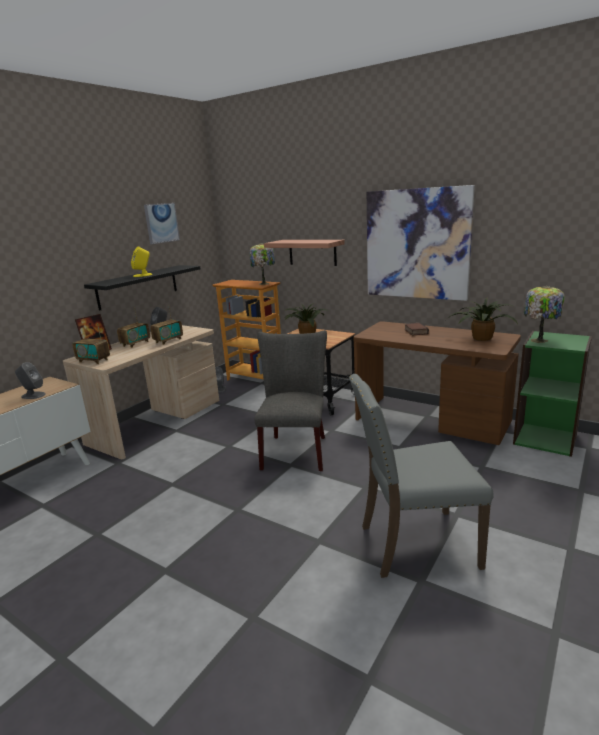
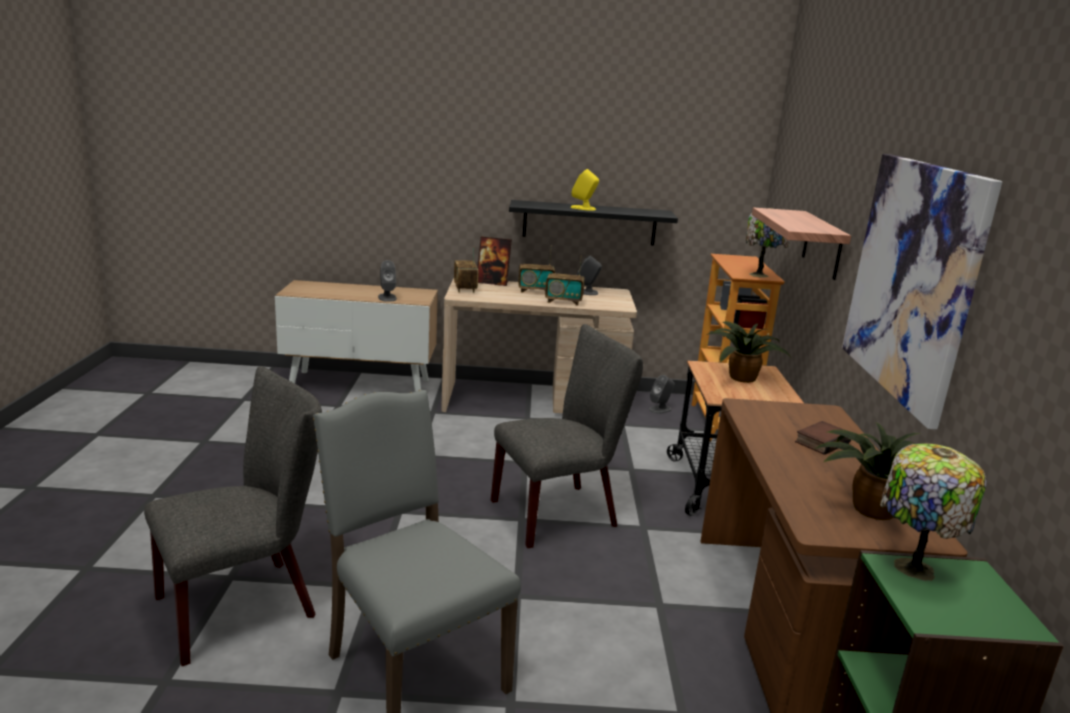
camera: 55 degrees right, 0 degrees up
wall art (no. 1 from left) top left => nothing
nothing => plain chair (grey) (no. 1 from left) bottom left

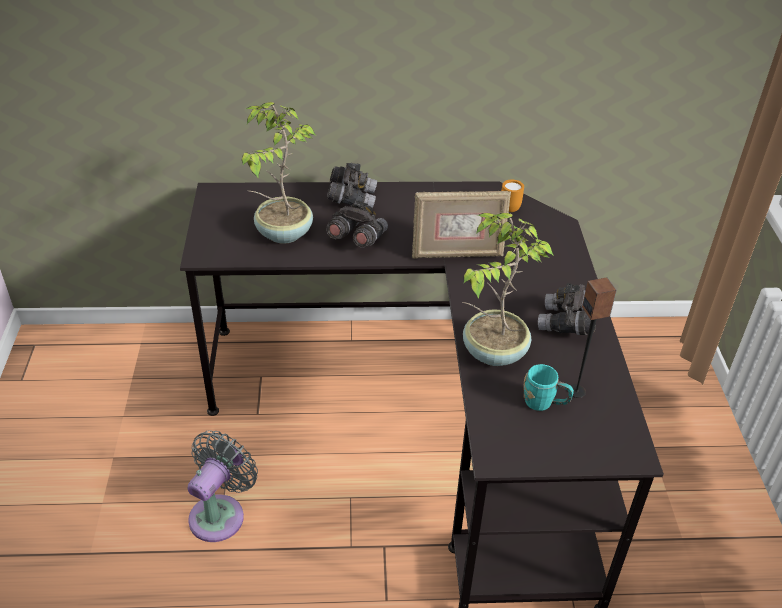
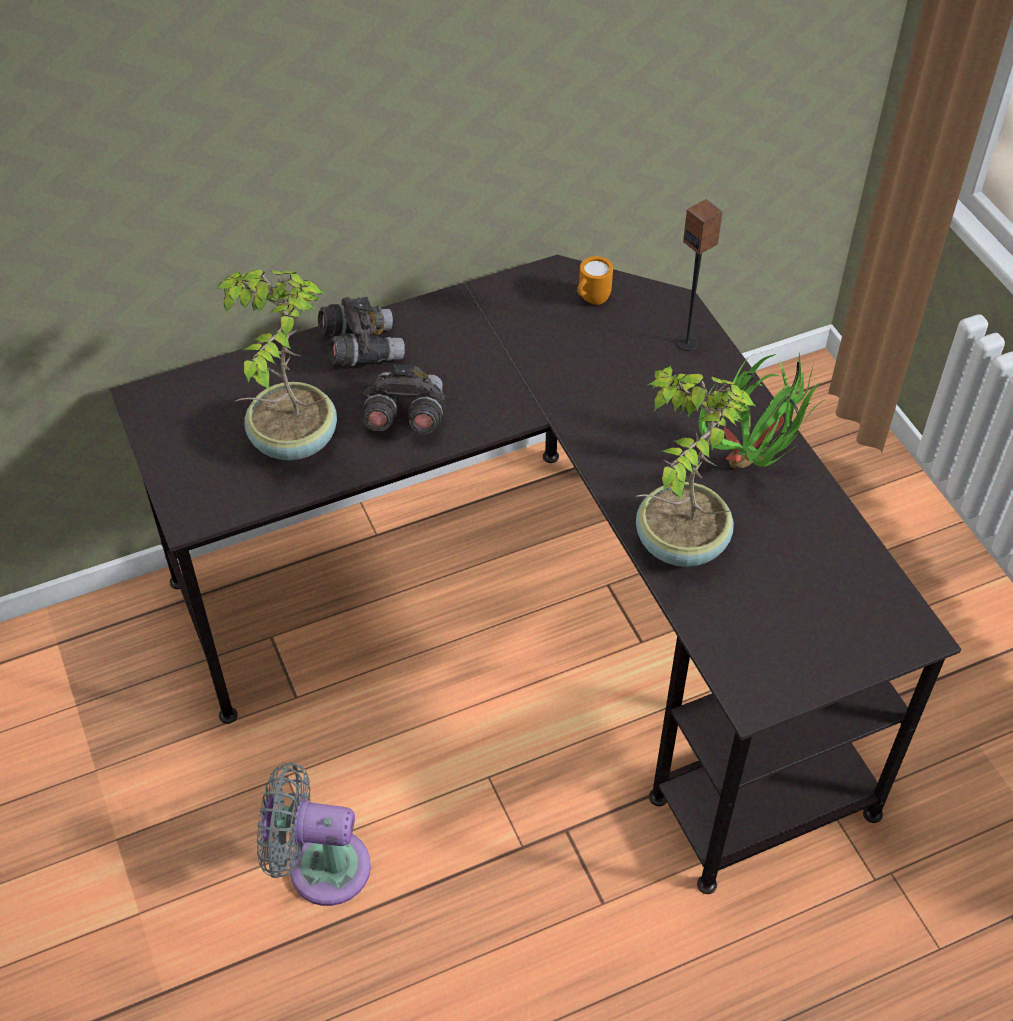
camera: 20 degrees left, 10 degrees up
picture frame centre => nothing
audio speaker middle right => audio speaker top right, shifted
field glasses (grey) (no. 3 from left) middle right => potted plant (no. 3 from left) middle right
tea mug (blue-green) middle right => nothing
fan (grey) bottom left, 90 degrees counterclockwise

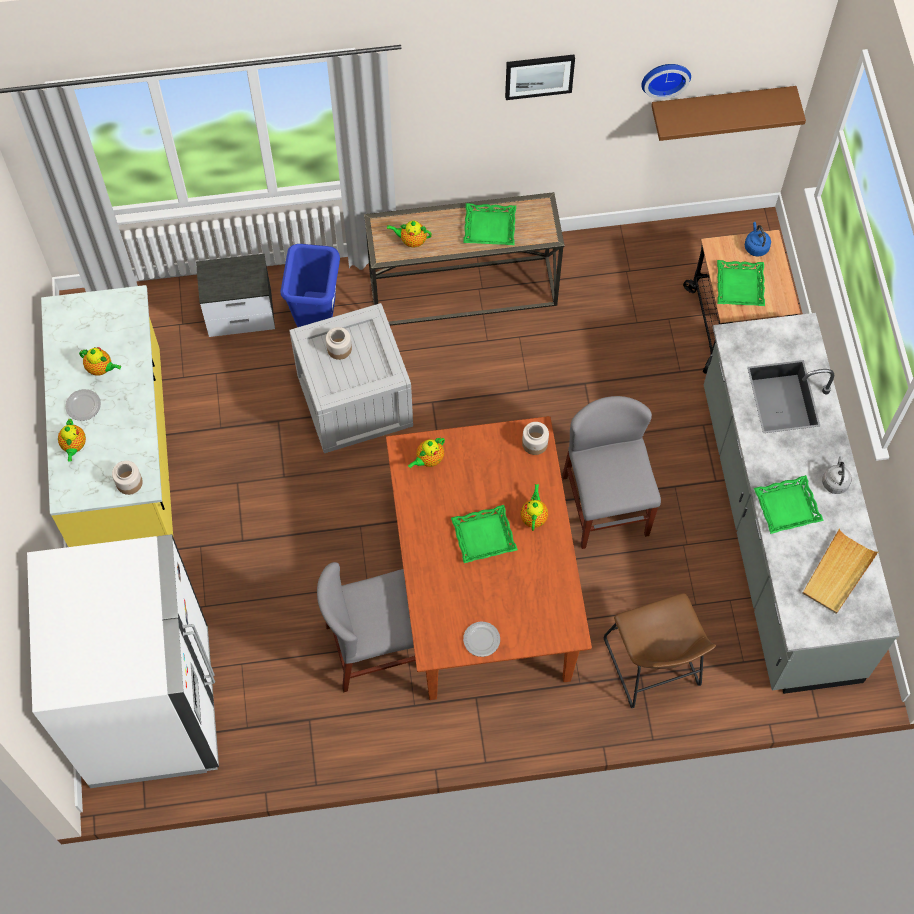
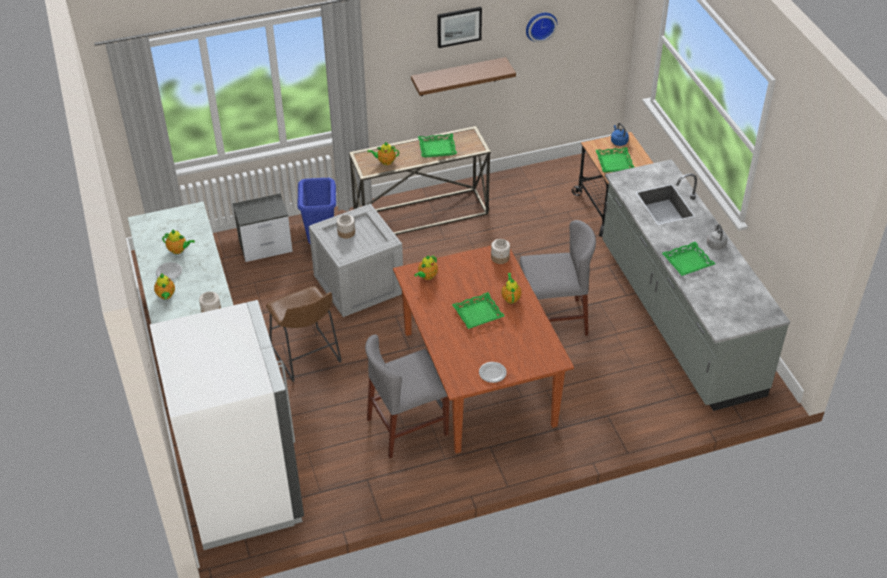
camera: 10 degrees left, 20 degrees down
wall shelf (brown) top right => wall shelf (brown) top centre, shifted
plain chair (grey) (no. 2 from left) middle right => plain chair (grey) (no. 2 from left) centre, 105 degrees clockwise
tray (sand-coloured) middle right => nothing
sitting stool (brown) bottom right => sitting stool (brown) centre, shifted

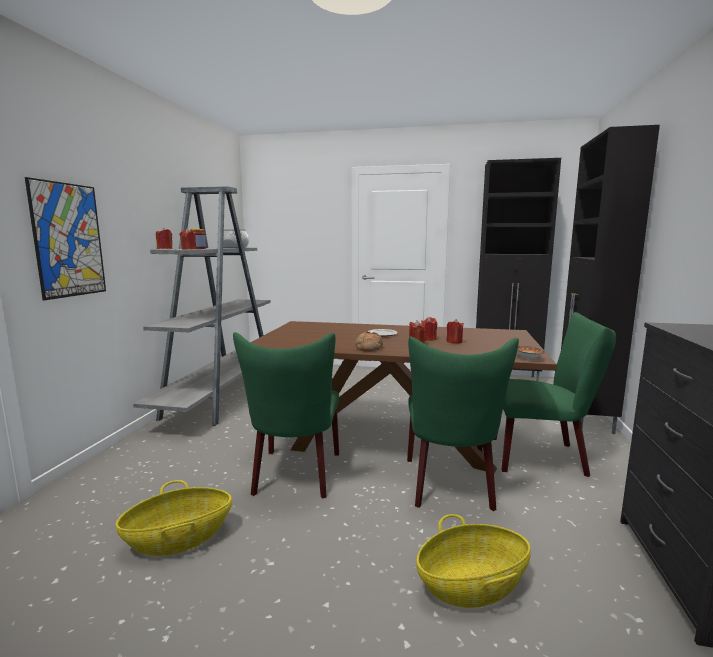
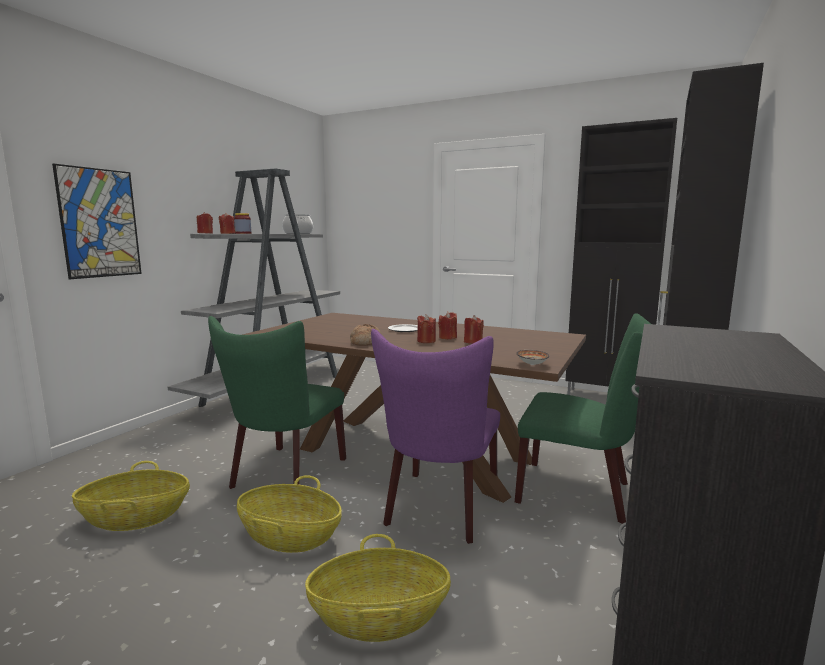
camera: 15 degrees right, 0 degrees up
plain chair (green-coloured) (no. 2 from left) centre => plain chair (purple) centre
nothing => basket (no. 2 from left) bottom centre

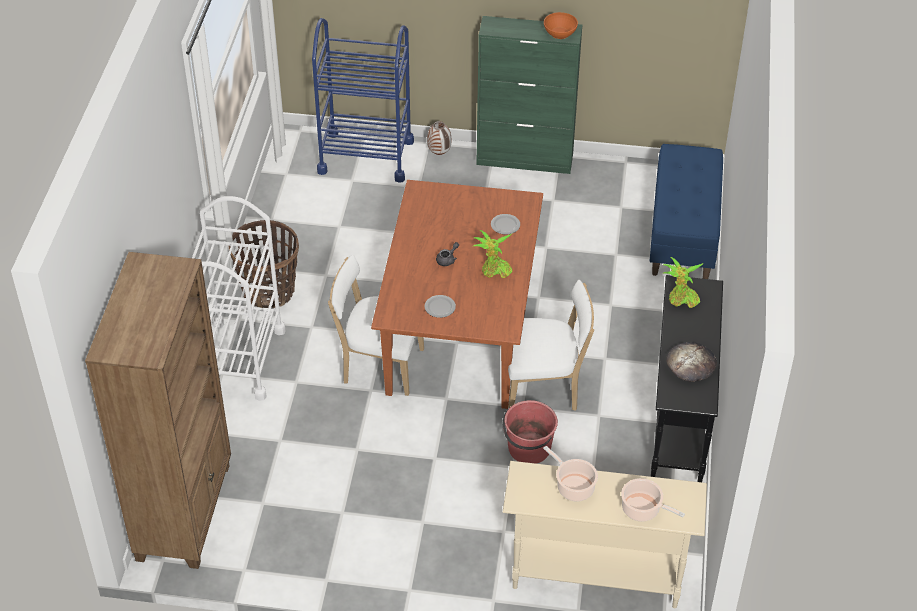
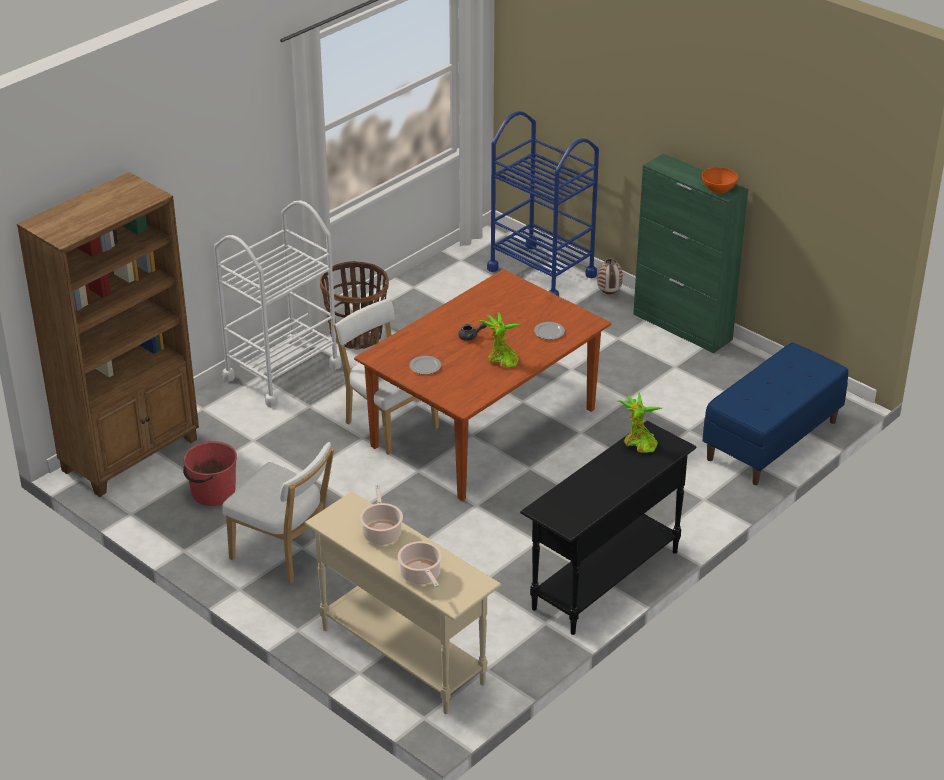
camera: 35 degrees right, 10 degrees down
plain chair (whitish) (no. 2 from left in the first image) centre => plain chair (whitish) (no. 1 from left) middle left, shifted
bread middle right => nothing
pail (red) bottom centre => pail (red) middle left, shifted

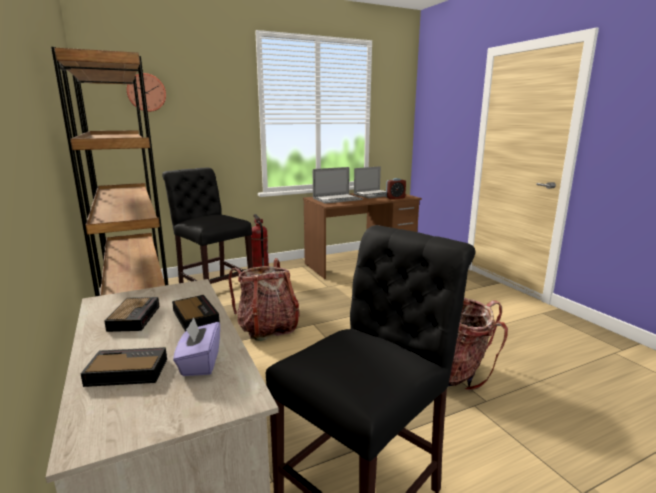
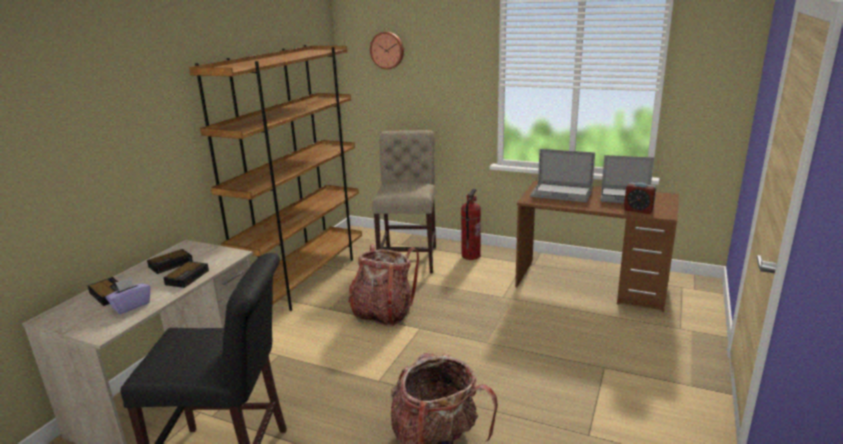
camera: 50 degrees right, 5 degrees up
plain chair (black-coloured) (no. 1 from left) middle left => plain chair (sand-coloured) centre

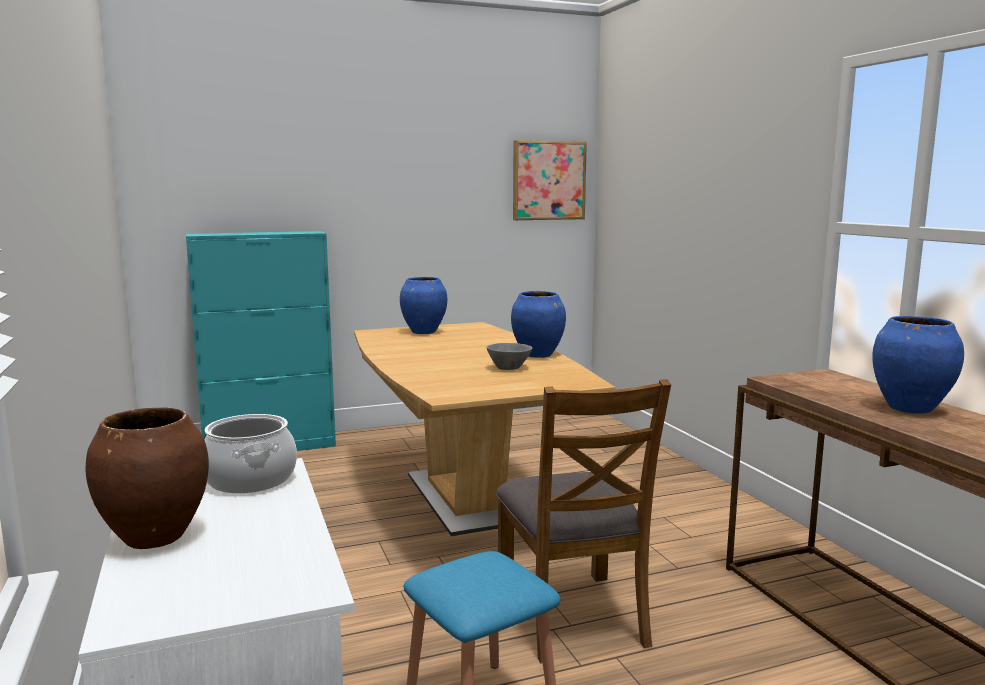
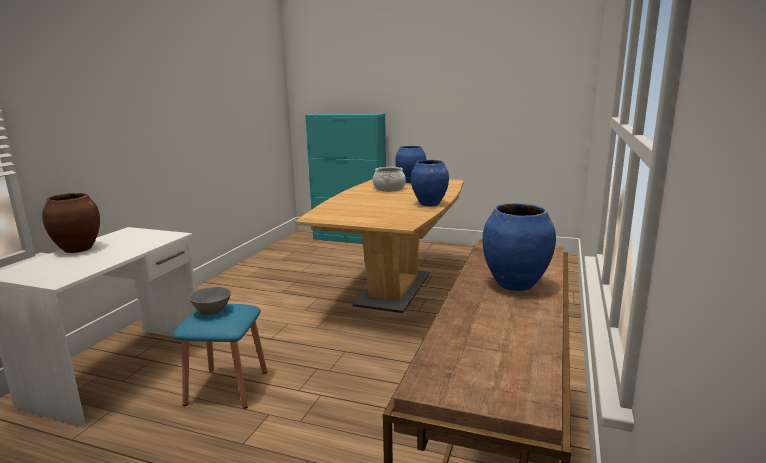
camera: 40 degrees right, 5 degrees up
wall art top centre => nothing
serving bowl (grey) centre => serving bowl (grey) middle left, shifted
plain chair (brown) bottom centre => nothing
cooking pot middle left => cooking pot centre, shifted

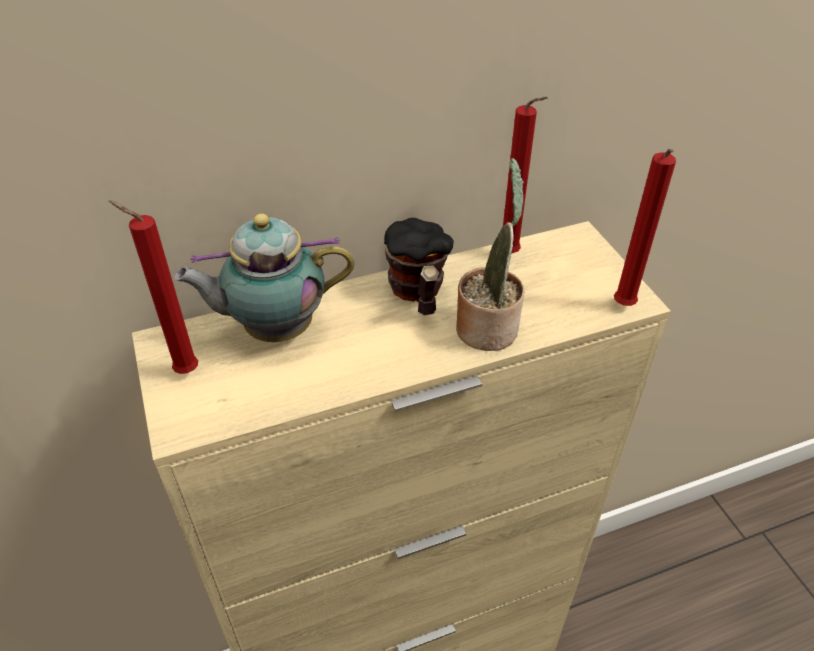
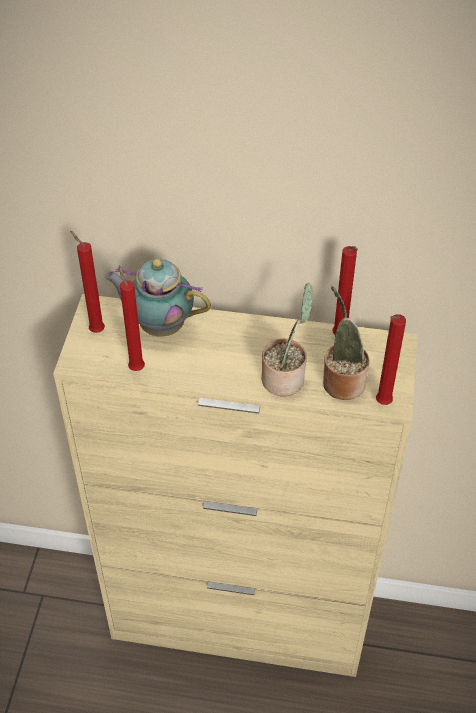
camera: 30 degrees right, 5 degrees up
tea mug centre => nothing
nothing => candle (red) (no. 2 from left) middle left
nothing => potted plant (no. 2 from left) middle right

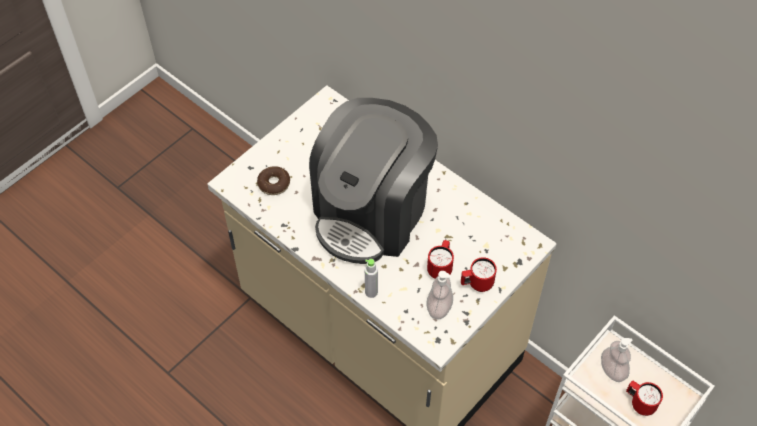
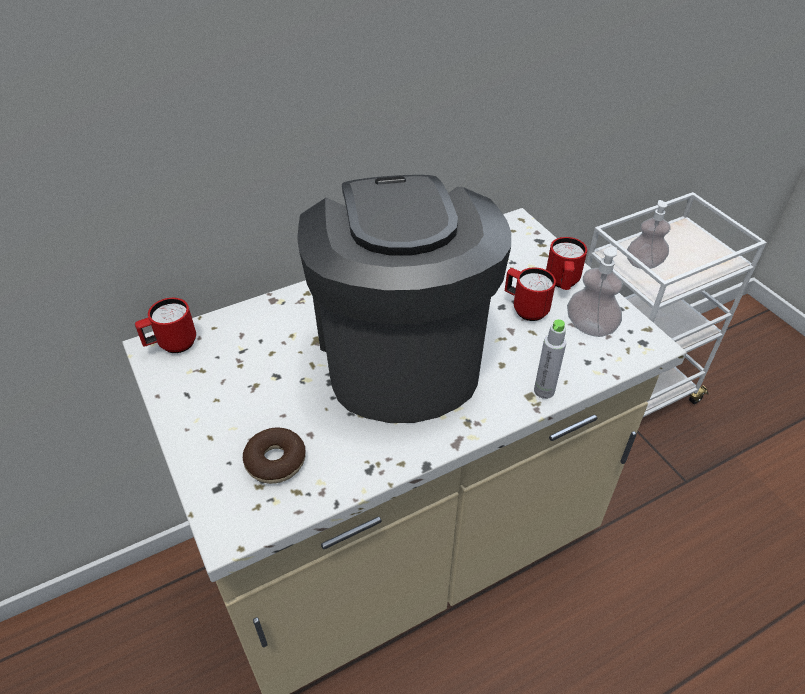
camera: 70 degrees left, 10 degrees down
coffee brewer centre, 150 degrees counterclockwise
tea mug (red) (no. 3 from left in the first image) bottom right => tea mug (red) (no. 1 from left) middle left, shifted

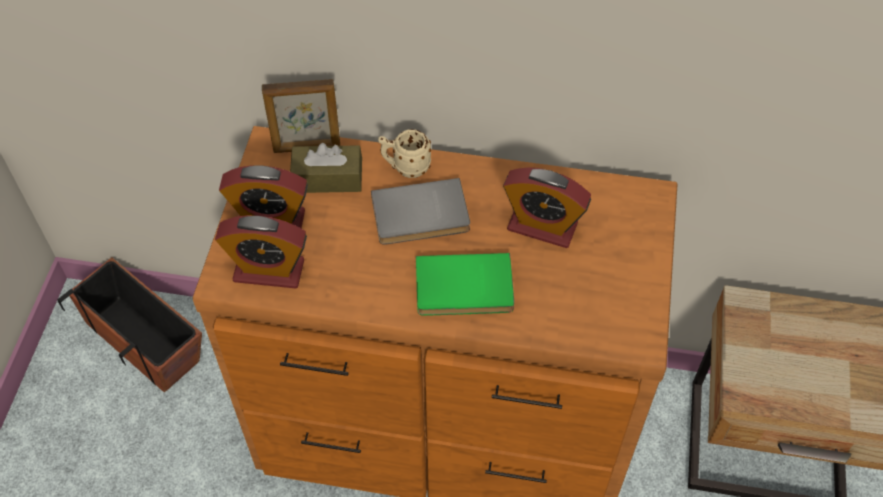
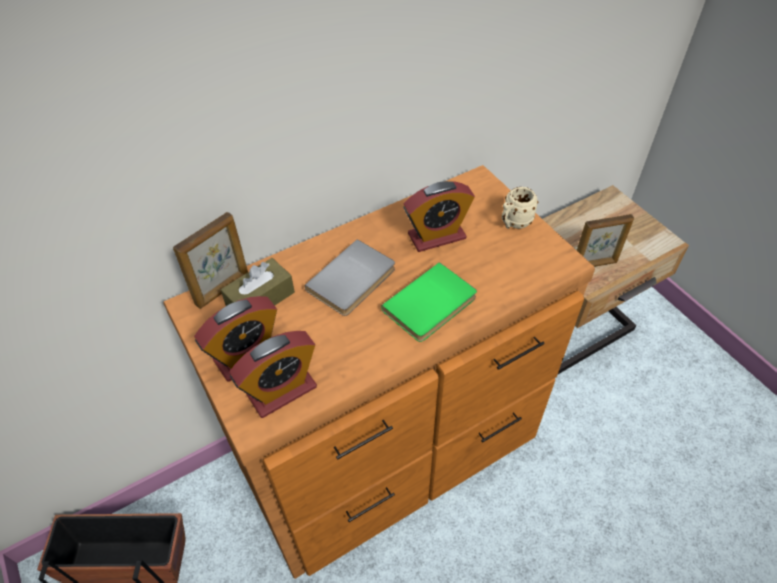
camera: 40 degrees left, 5 degrees down
tea mug (sand-coloured) top centre => tea mug (sand-coloured) middle right, shifted
nothing => picture frame (no. 2 from left) middle right

